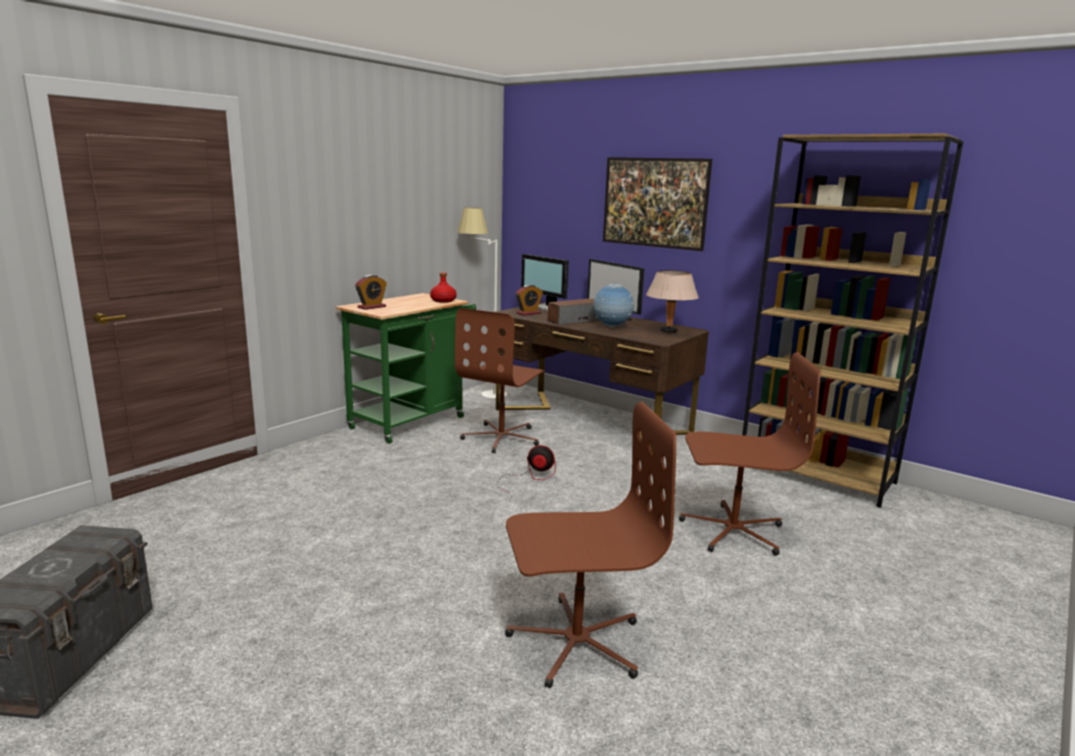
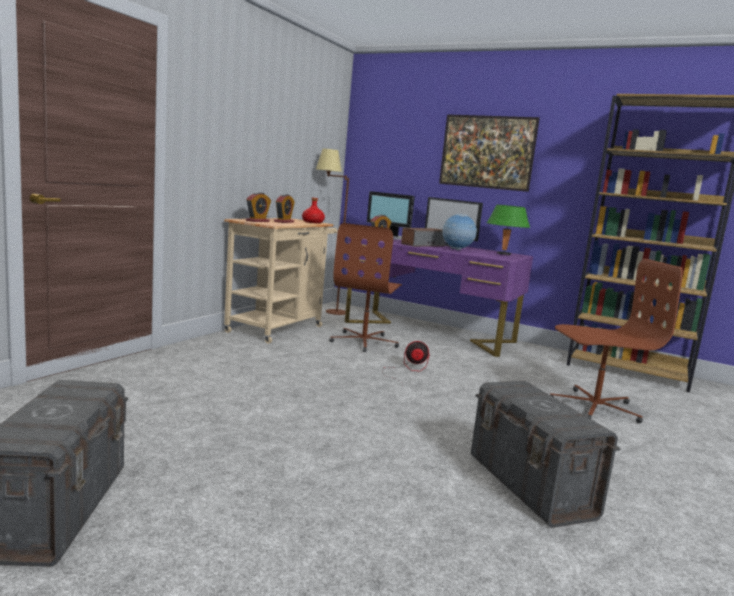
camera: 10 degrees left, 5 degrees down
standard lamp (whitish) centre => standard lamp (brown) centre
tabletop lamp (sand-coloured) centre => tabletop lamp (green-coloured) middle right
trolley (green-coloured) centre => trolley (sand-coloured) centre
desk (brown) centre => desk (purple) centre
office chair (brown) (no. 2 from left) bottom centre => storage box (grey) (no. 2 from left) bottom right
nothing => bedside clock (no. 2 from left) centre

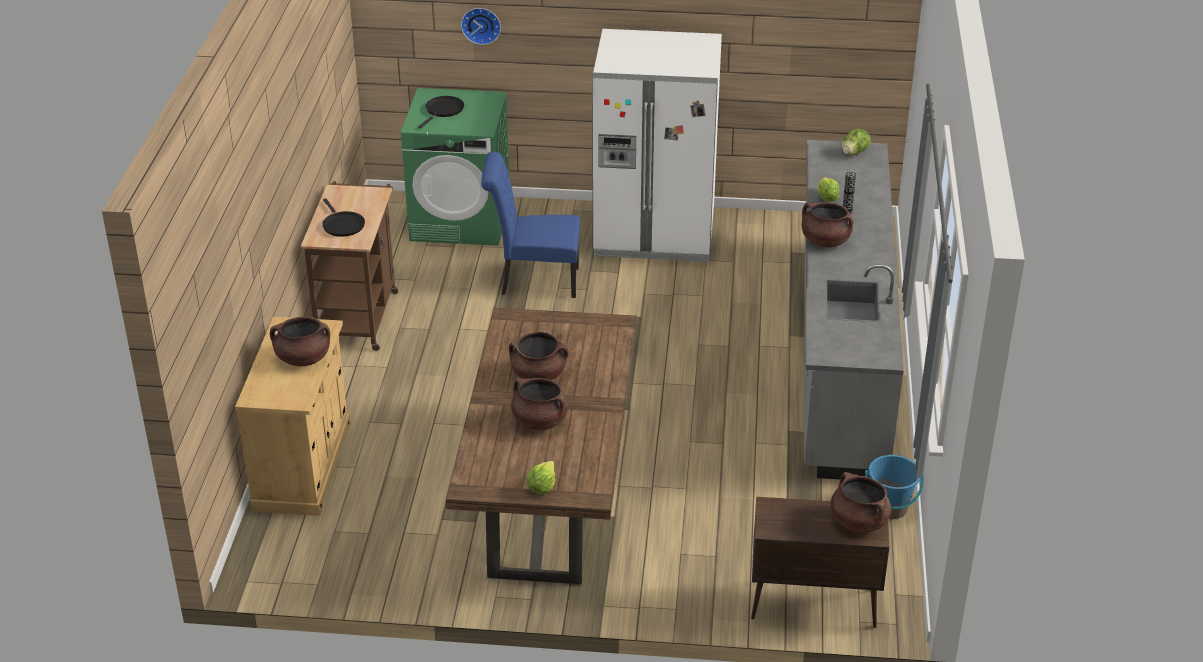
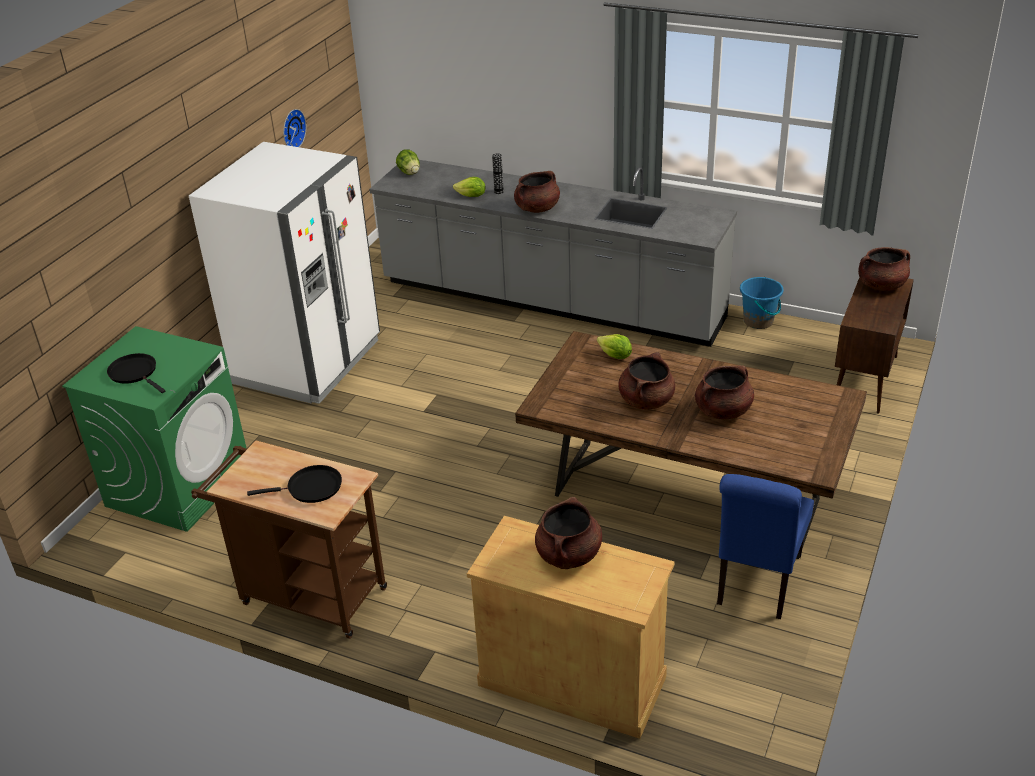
camera: 70 degrees left, 0 degrees up
hanging clock top centre => hanging clock top left, shifted
plain chair (blue-coloured) centre => plain chair (blue-coloured) bottom right, shifted
lettuce head (no. 1 from left in the first image) bottom centre => lettuce head (no. 3 from left) centre, shifted

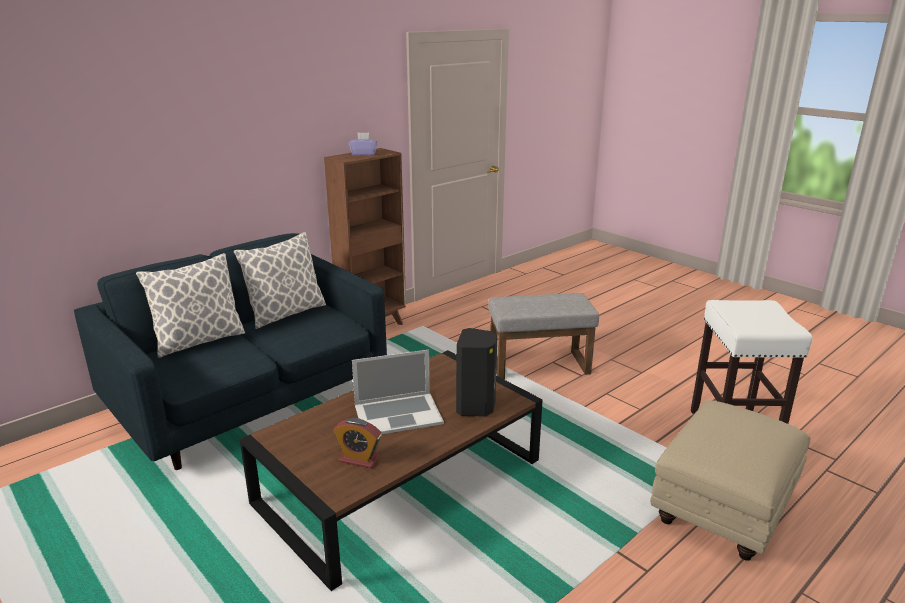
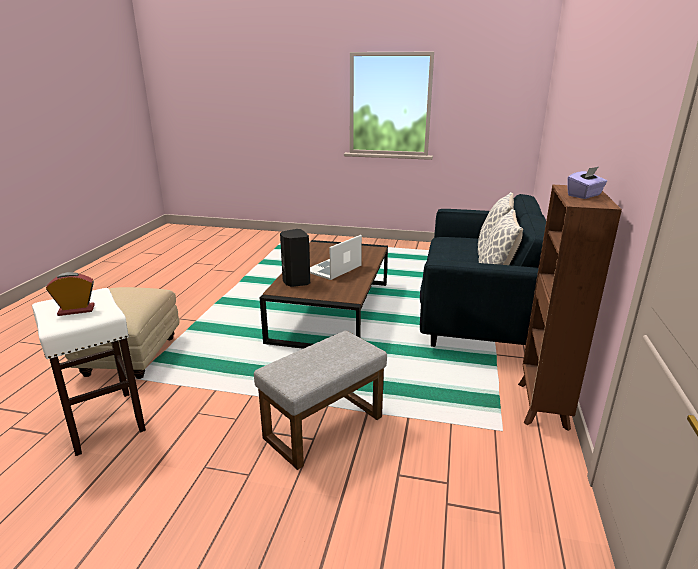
camera: 145 degrees right, 0 degrees up
bedside clock bottom centre => bedside clock middle left, shifted

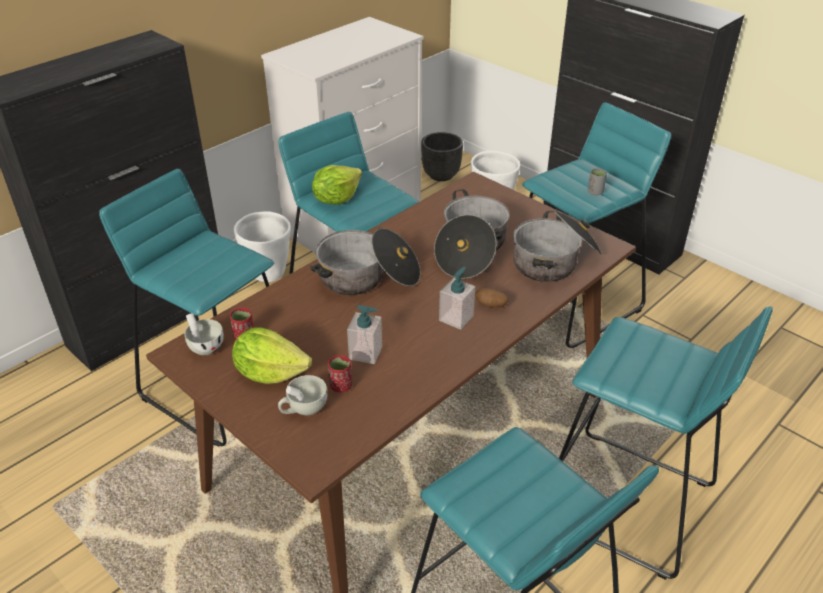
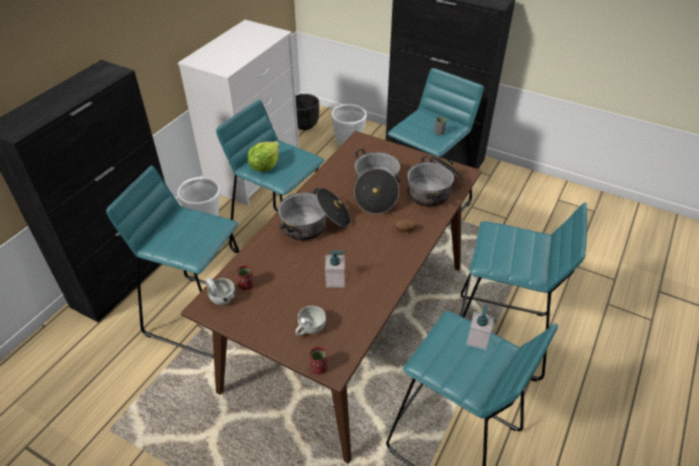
camera: 15 degrees left, 5 degrees up
soap dispenser (no. 2 from left) centre => soap dispenser (no. 2 from left) bottom right, shifted
lettuce head (no. 1 from left) middle left => nothing
drinking cup (red) (no. 2 from left) centre => drinking cup (red) (no. 2 from left) bottom centre, shifted

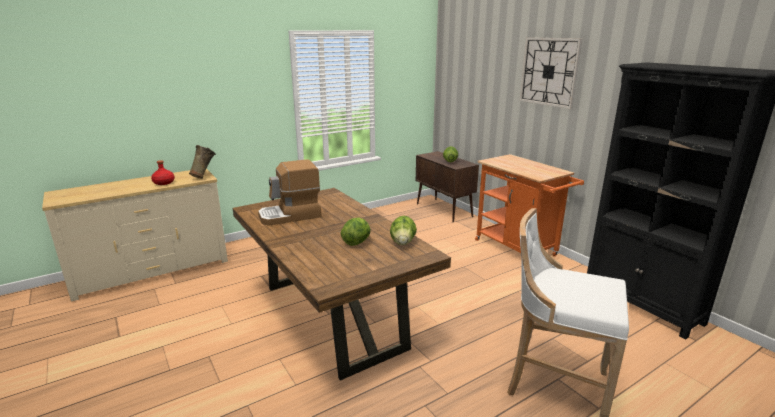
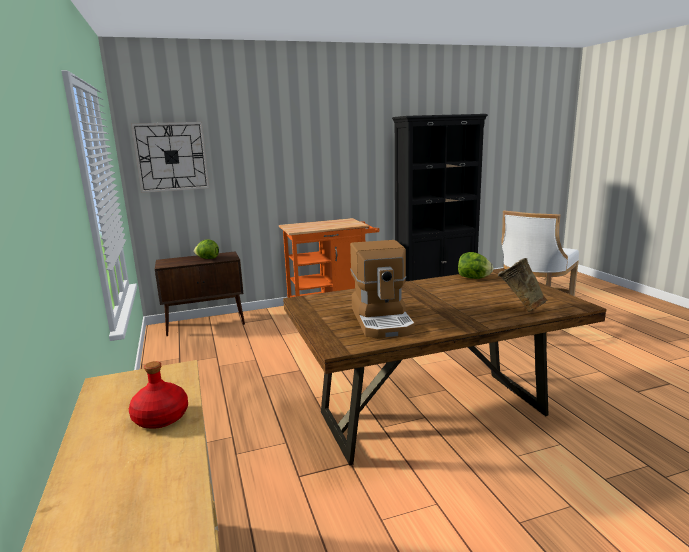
camera: 75 degrees left, 5 degrees down
hanging clock top right => hanging clock top left, shifted
vase (sand-coloured) middle left => vase (sand-coloured) middle right, shifted
lettuce head (no. 1 from left) centre => nothing

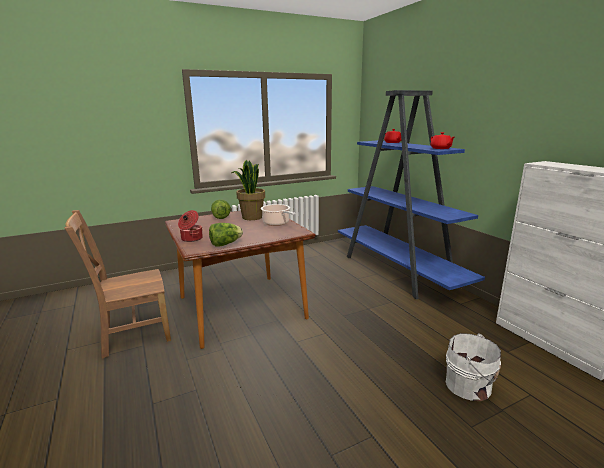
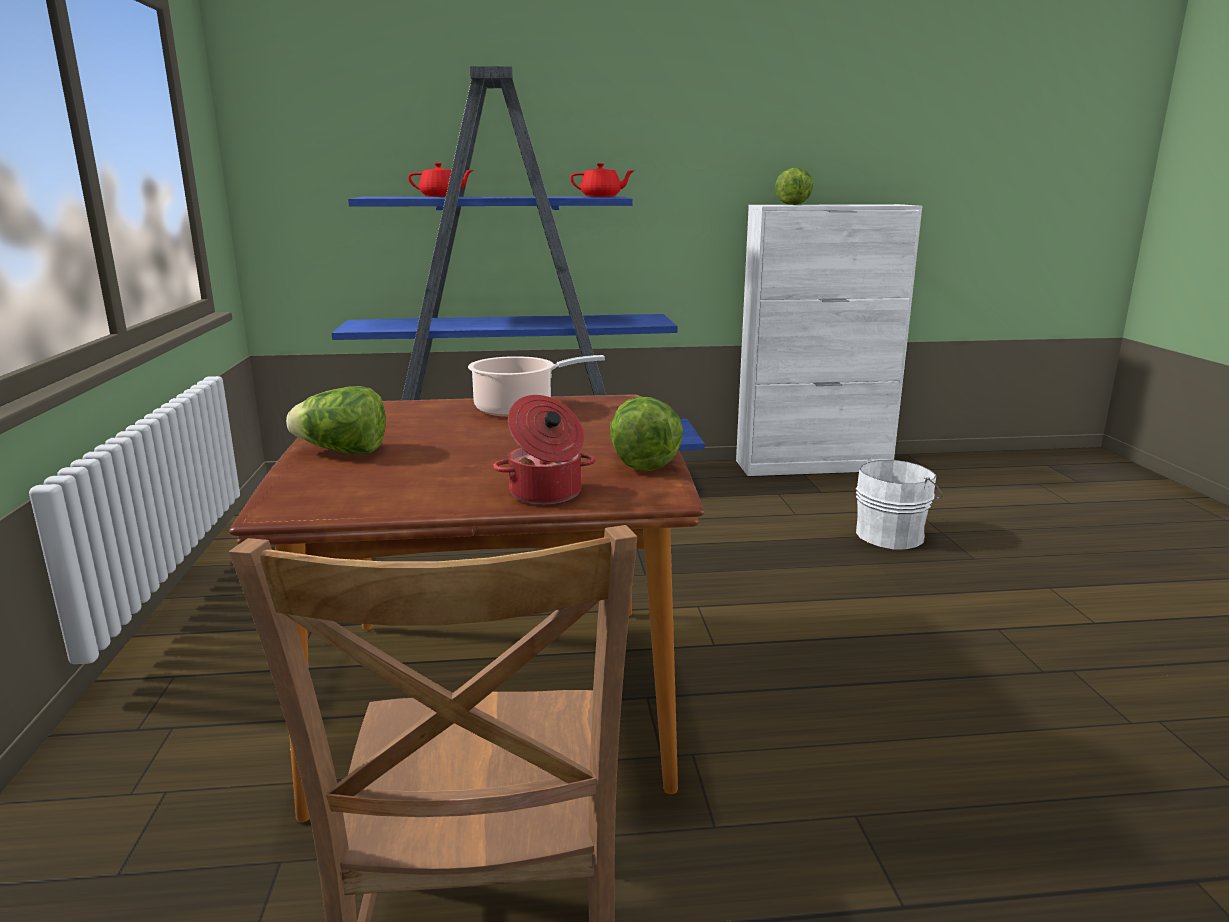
camera: 70 degrees left, 0 degrees up
potted plant centre => nothing
nothing => lettuce head (no. 3 from left) top centre

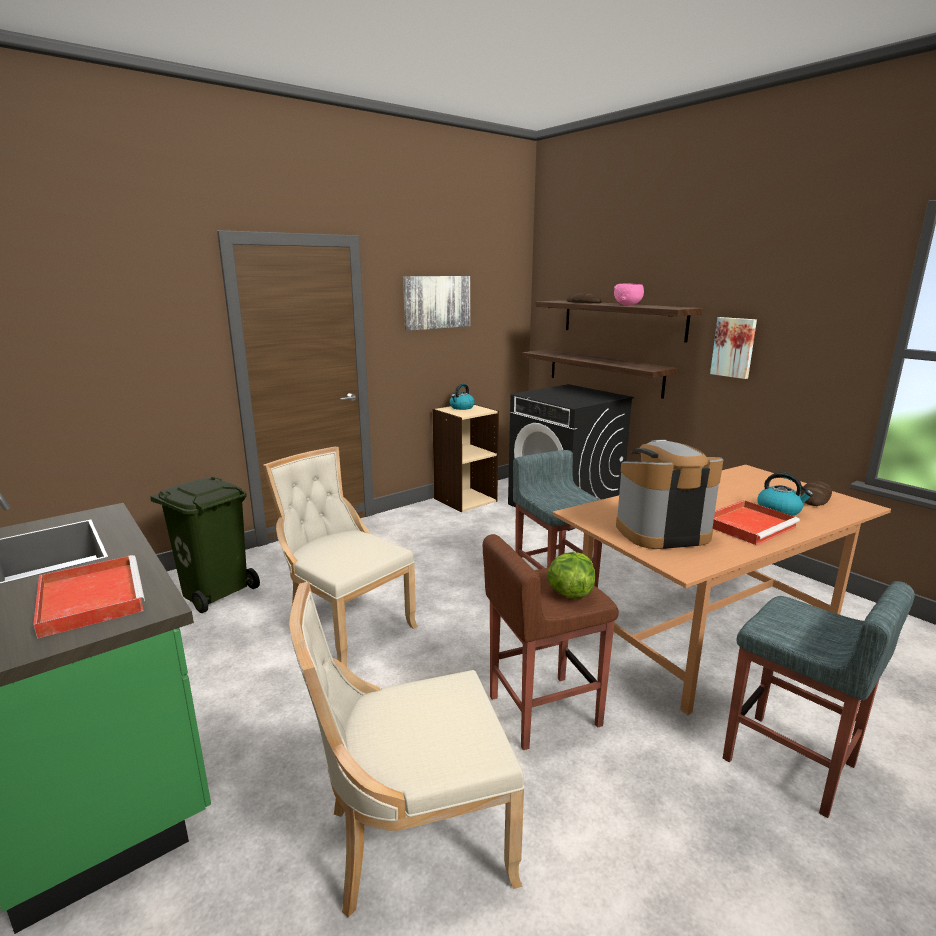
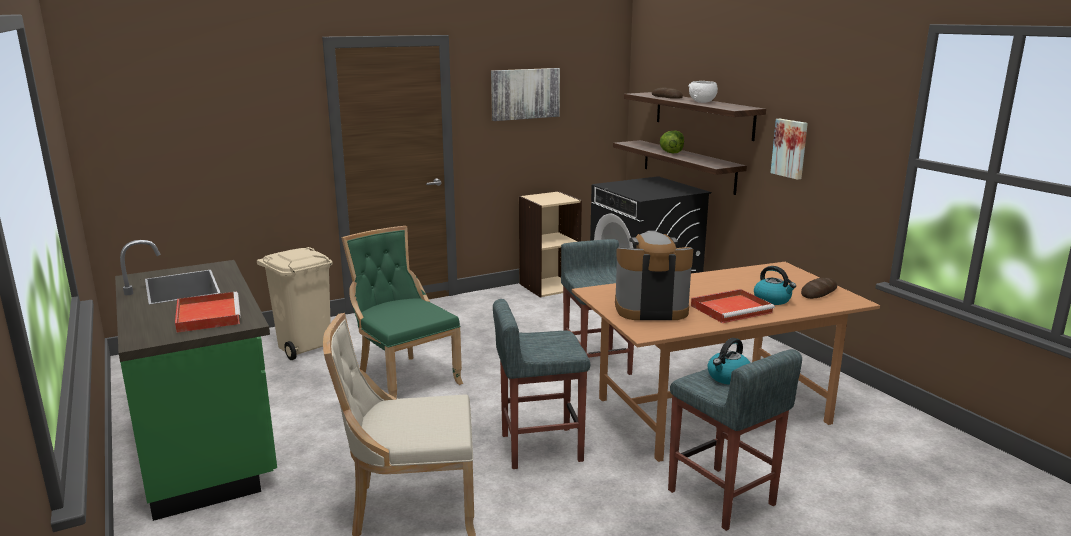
camera: 10 degrees right, 0 degrees up
serving bowl (pink) top right => serving bowl (whitish) top centre
tea kettle (no. 1 from left) centre => tea kettle (no. 1 from left) bottom right, shifted
plain chair (sand-coloured) (no. 1 from left) centre => plain chair (green-coloured) centre
trash can (green-coloured) middle left => trash can (sand-coloured) middle left
sitting stool (brown) bottom centre => sitting stool (grey) (no. 1 from left) bottom centre
lettuce head centre => lettuce head top centre, shifted

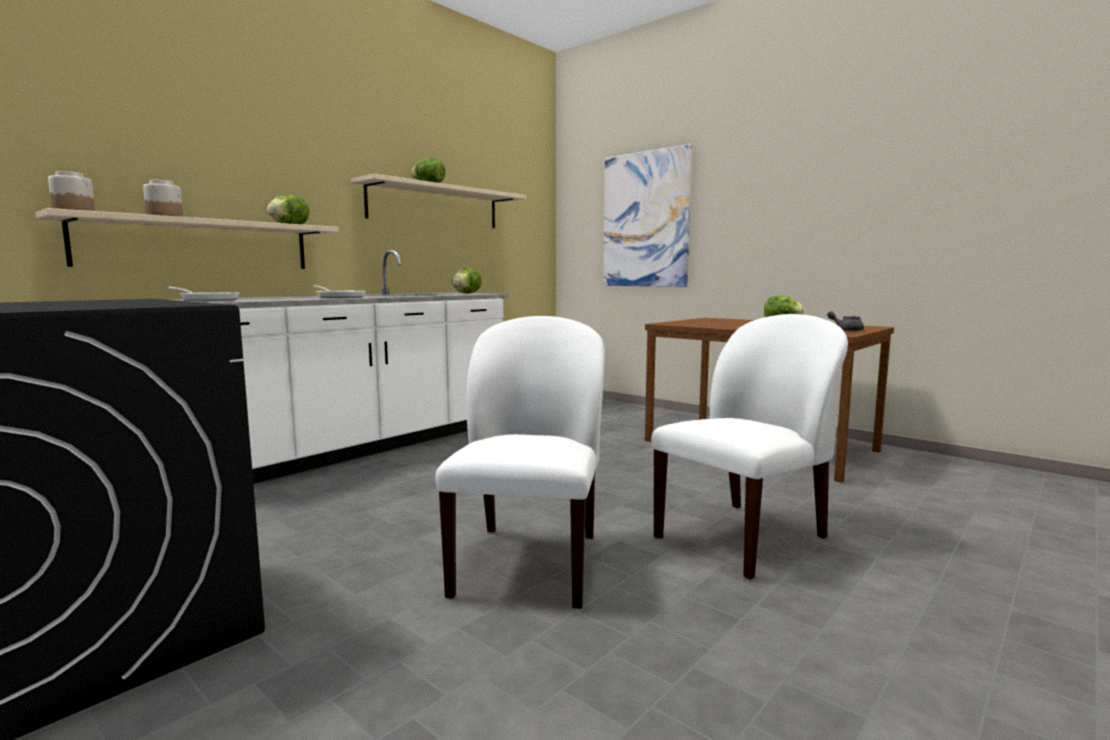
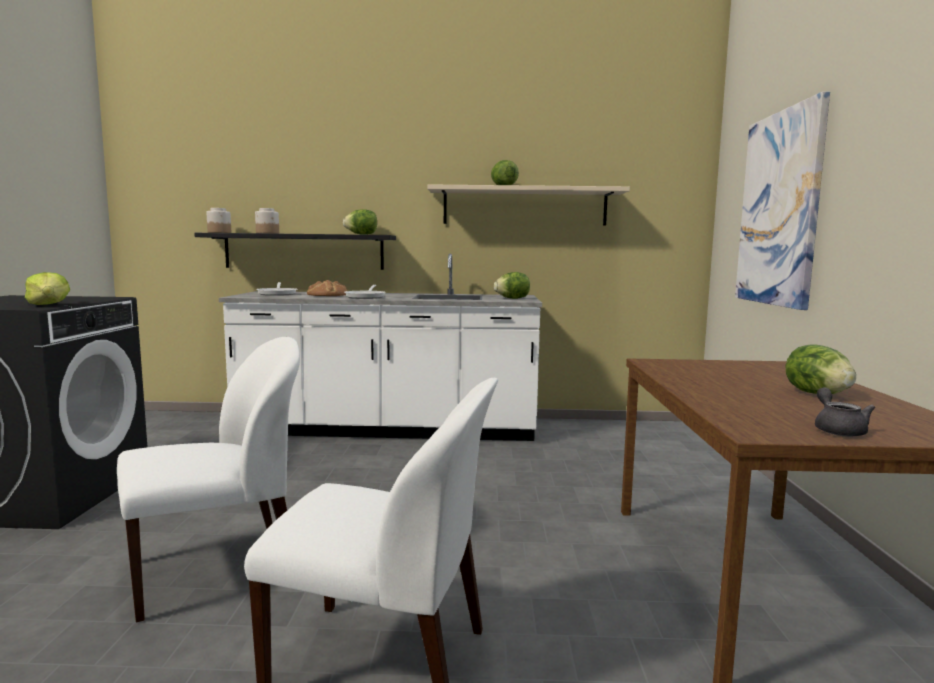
camera: 50 degrees right, 0 degrees up
wall shelf (sand-coloured) (no. 1 from left) top left => wall shelf (black-coloured) middle left
nothing => lettuce head (no. 1 from left) middle left
nothing => bread centre

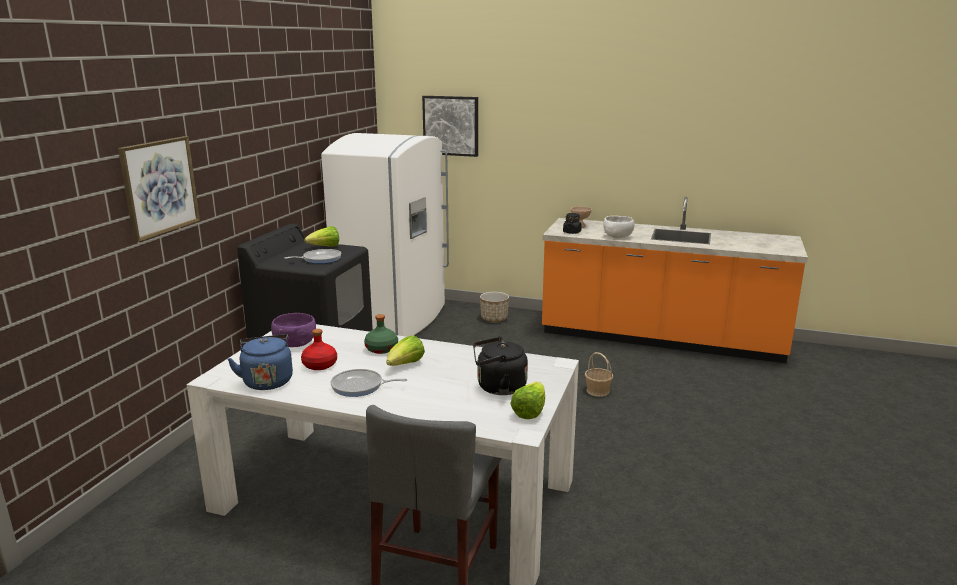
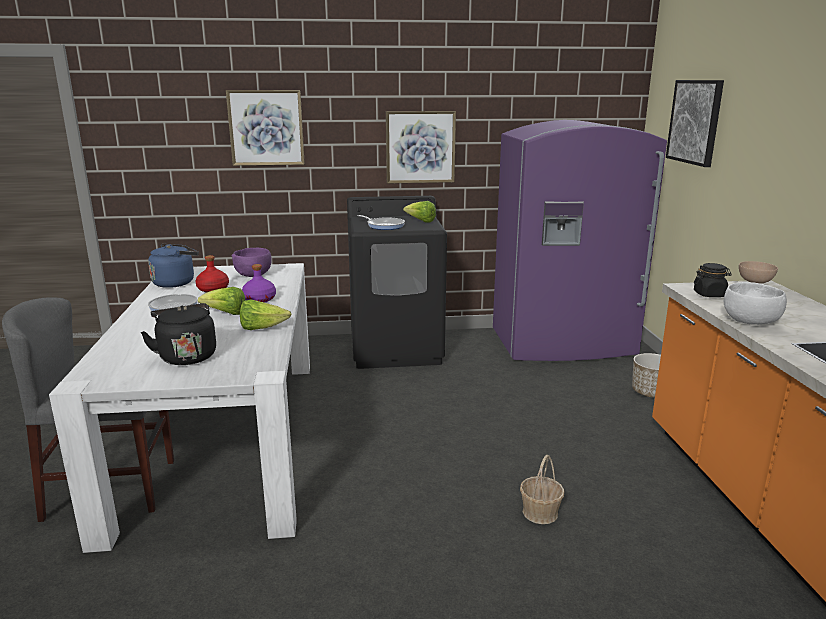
camera: 65 degrees right, 0 degrees up
refrigerator (whitish) centre => refrigerator (purple) middle right
bottle (green-coloured) centre => bottle (purple) middle left
lettuce head (no. 3 from left in the first image) bottom centre => lettuce head (no. 2 from left) middle left, shifted
nothing => wall art (no. 2 from left) top centre

